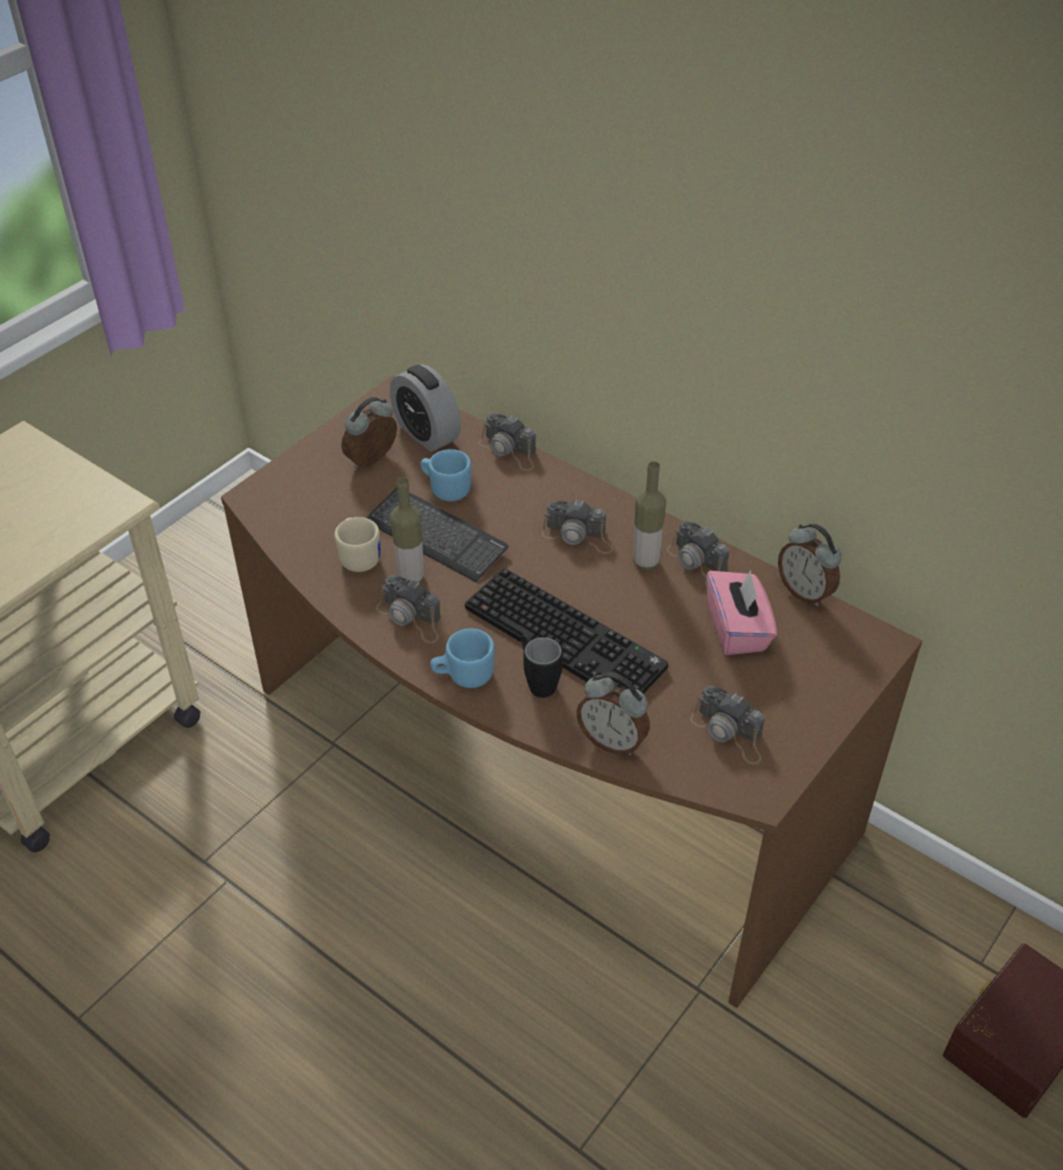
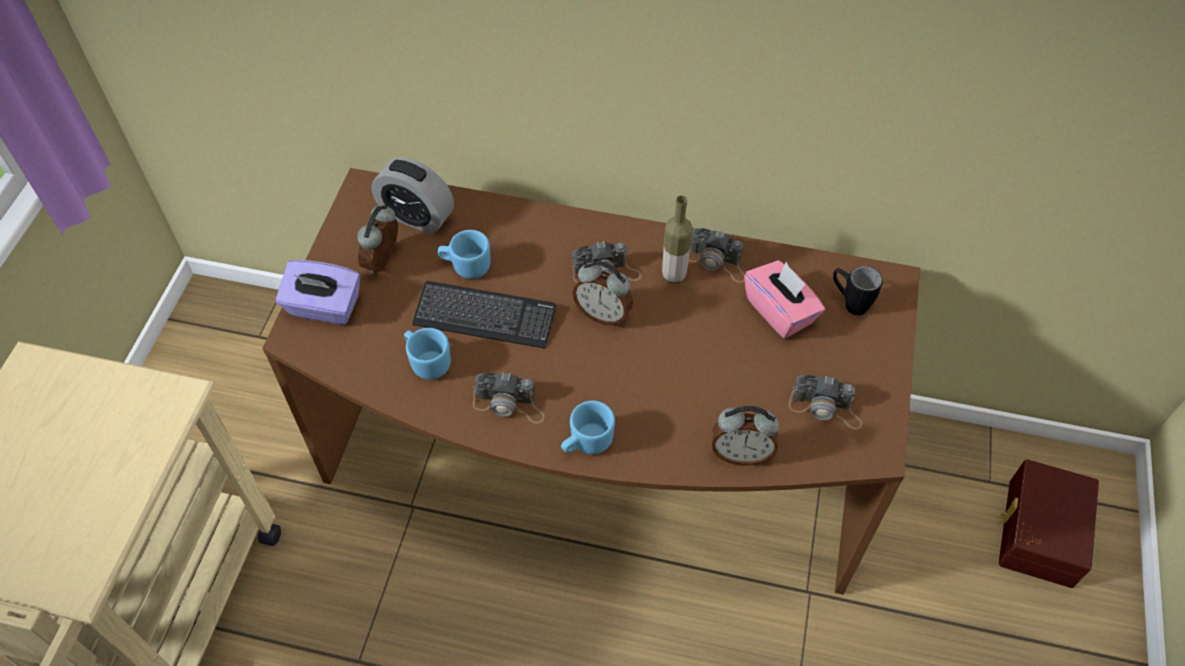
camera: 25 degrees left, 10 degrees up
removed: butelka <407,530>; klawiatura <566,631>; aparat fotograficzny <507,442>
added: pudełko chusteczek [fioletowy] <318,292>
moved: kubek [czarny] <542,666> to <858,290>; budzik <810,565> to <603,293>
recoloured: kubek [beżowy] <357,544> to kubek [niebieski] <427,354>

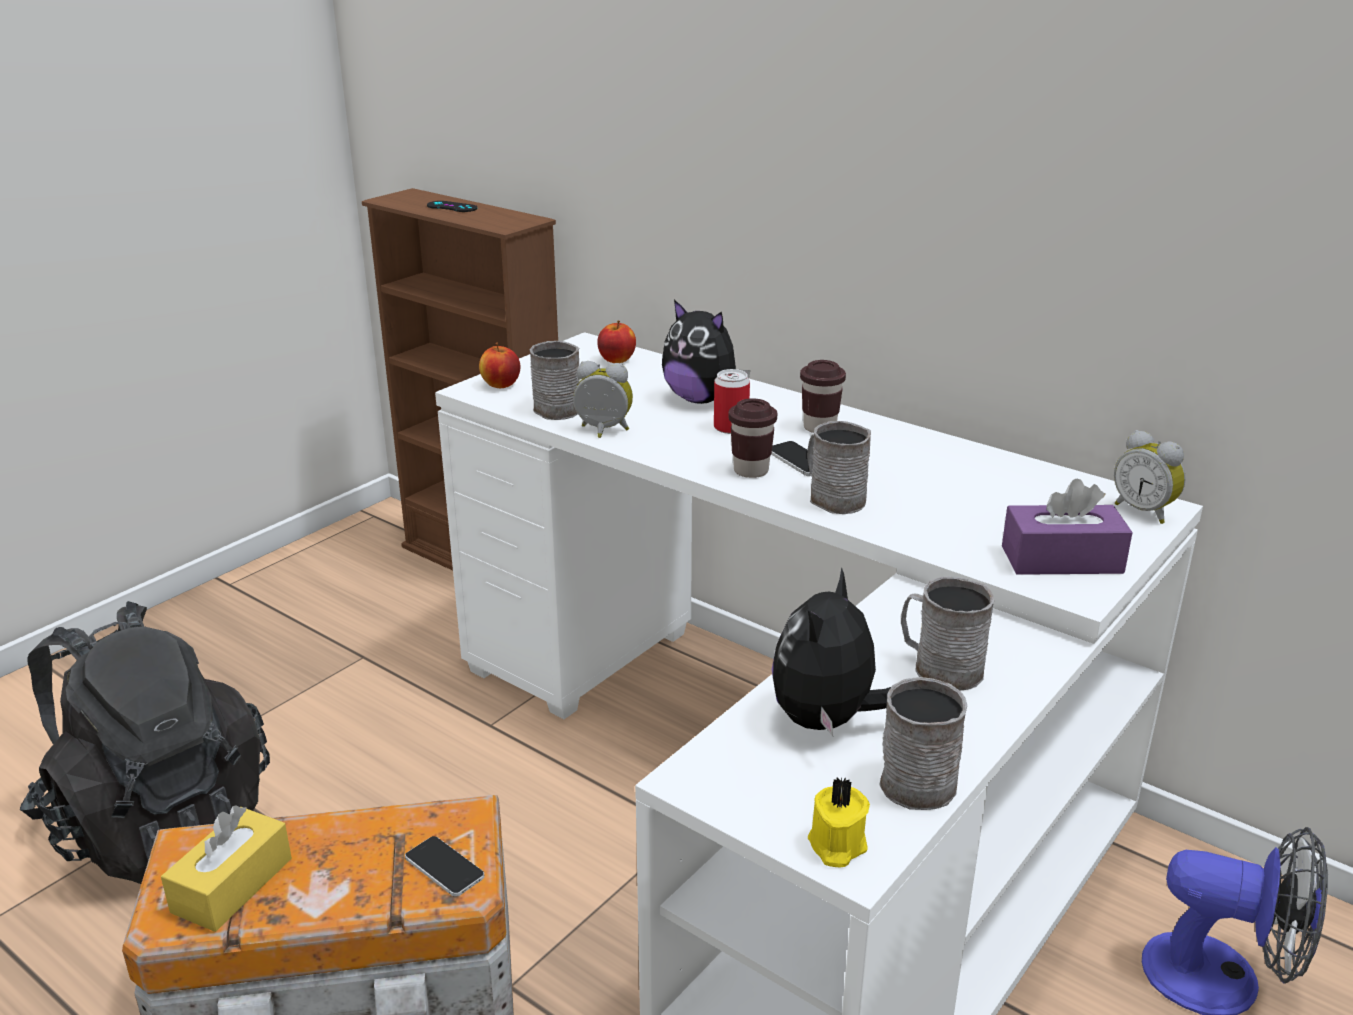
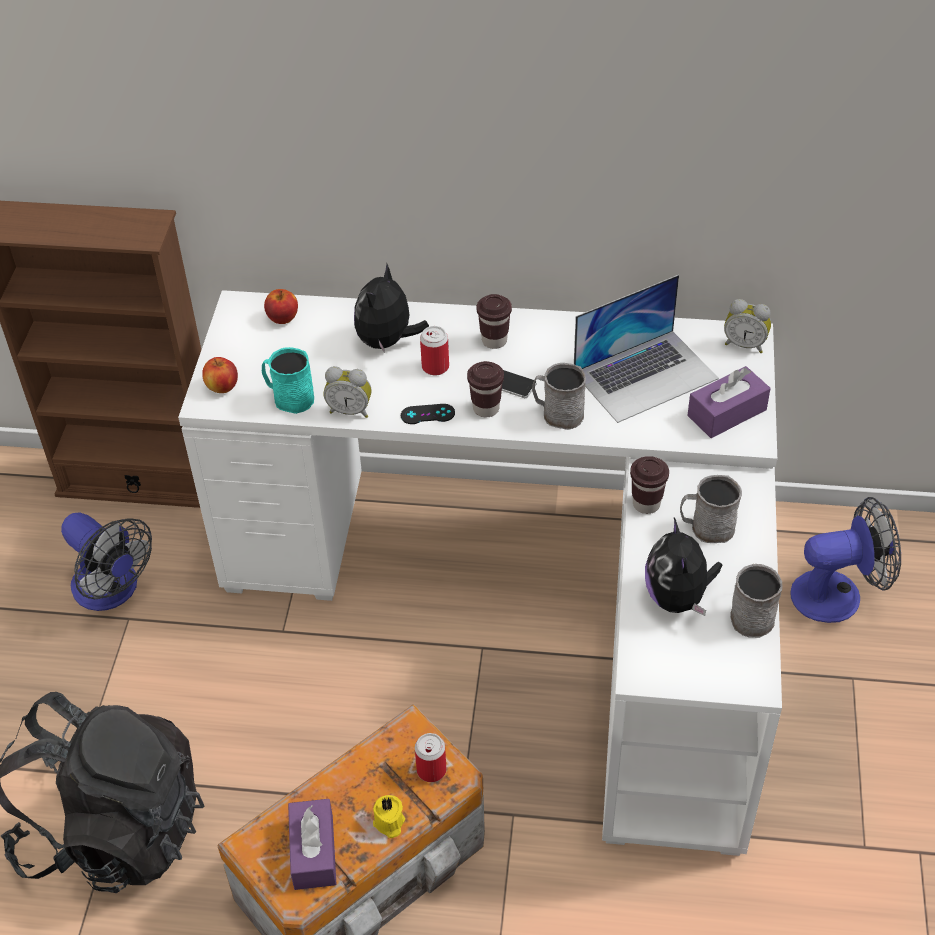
camera: 30 degrees left, 20 degrees up
added: wentylator <106,562>; laptop <646,349>; filiżanka [brązowy] <649,485>
moved: pad do gier [czarny] <452,206> to <428,414>; świeca [żółty] <839,822> to <389,816>
replaced: telefon <445,866> to puszka <431,757>
recoloured: pudełko chusteczek [żółty] <226,868> to pudełko chusteczek [fioletowy] <312,844>; kubek [szary] <554,380> to kubek [turkusowy] <288,380>
turned: budzik <603,399> = <347,392> 150 degrees counterclockwise; pluszak <706,351> = <391,308> 105 degrees clockwise

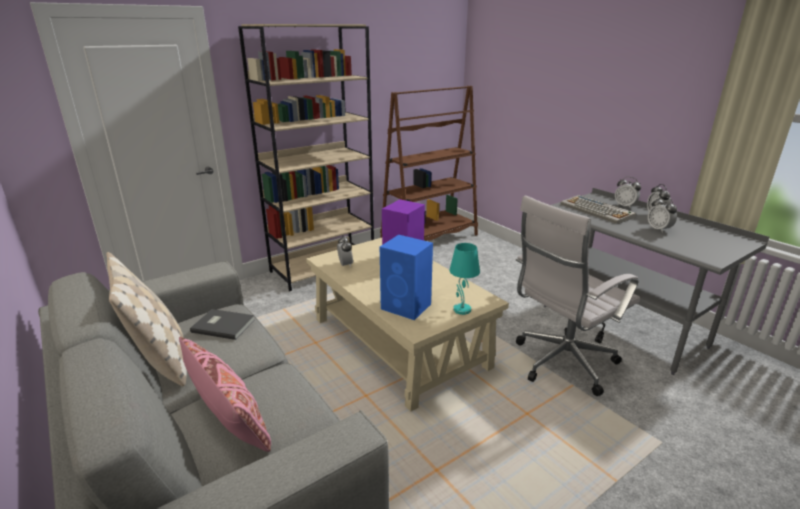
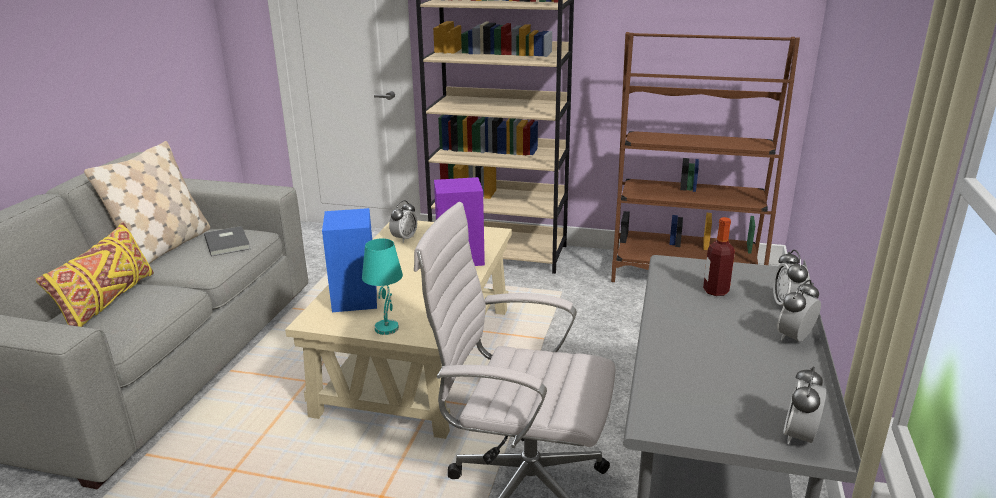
camera: 50 degrees right, 0 degrees up
moved: budzik <662,214> to <804,405>
replaced: klawiatura <598,209> to butelka <719,256>
recoloured: poduszka [różowy] <225,394> to poduszka [żółty] <95,274>

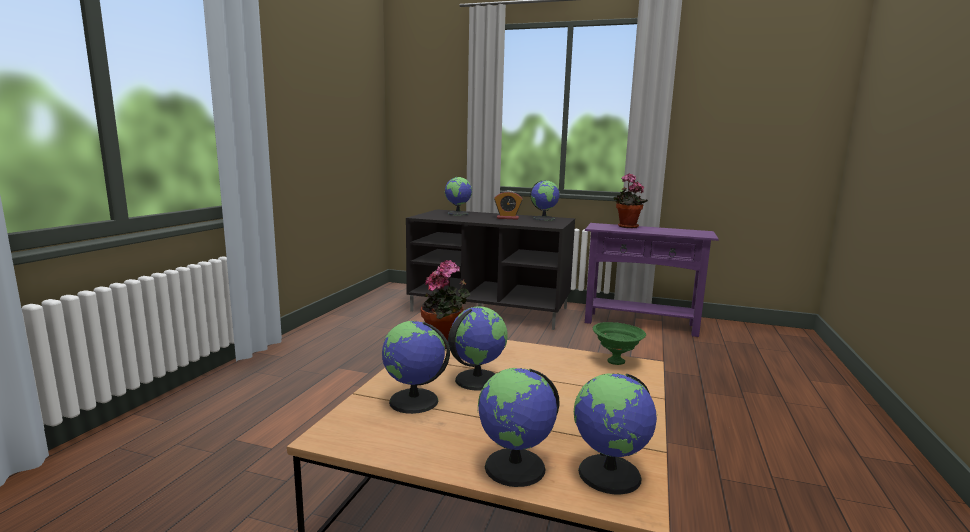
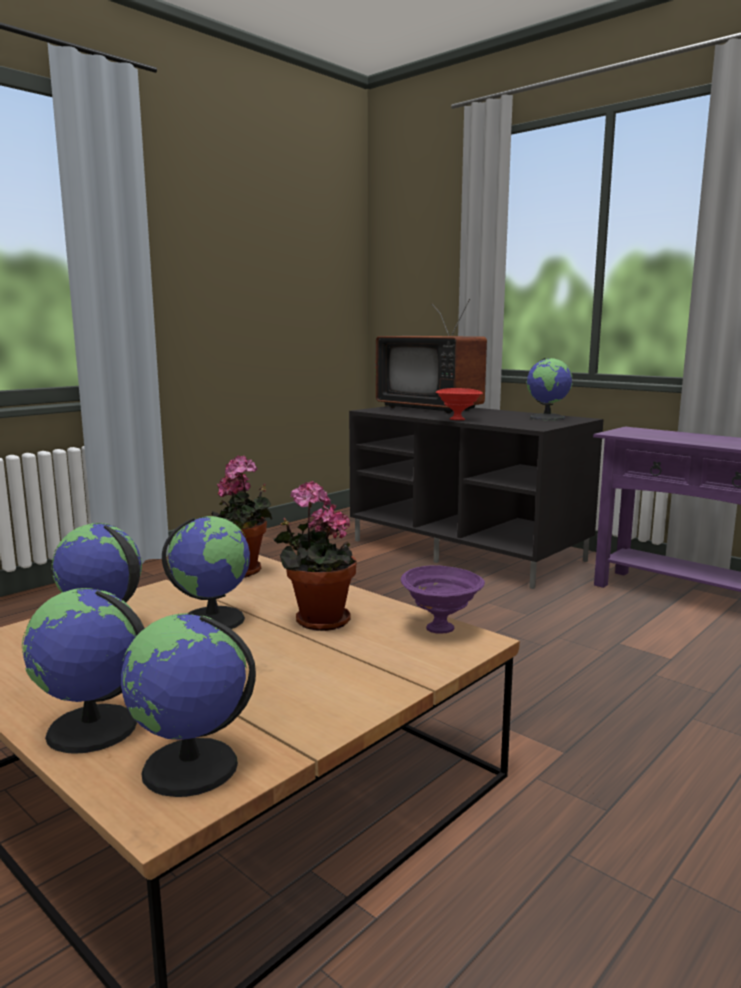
camera: 25 degrees right, 0 degrees up
removed: budzik <508,205>
added: miska [czerwony] <459,404>
moved: roślina doniczkowa <631,200> to <315,556>
replaced: globus <458,196> to telewizor <431,356>
recoloured: miska [zielony] <619,343> to miska [fioletowy] <443,599>

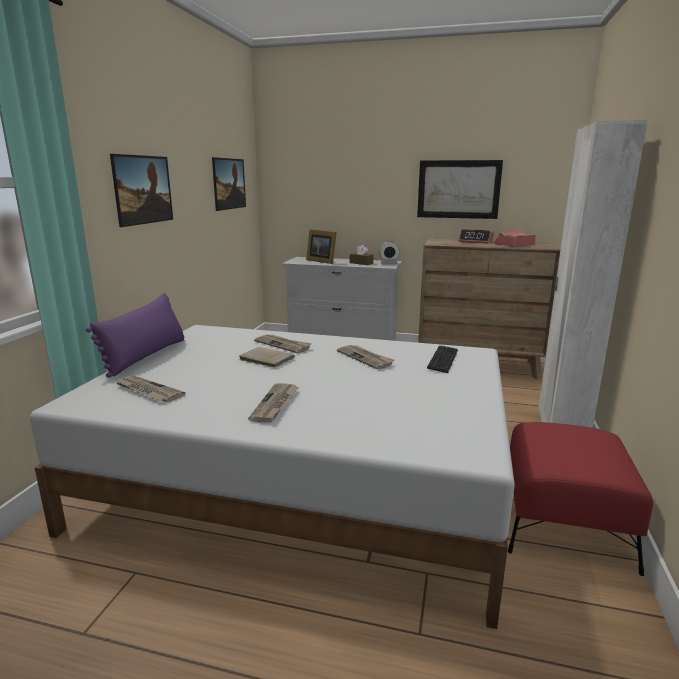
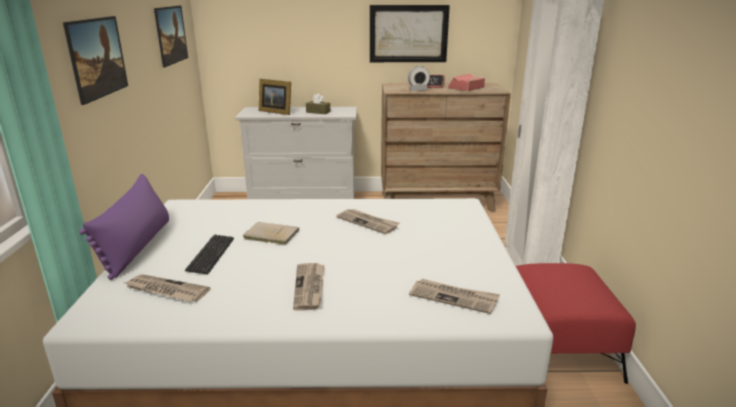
camera: 15 degrees left, 5 degrees up
moved: gazeta <283,343> to <454,296>; budzik <389,252> to <419,78>; klawiatura <442,359> to <209,254>

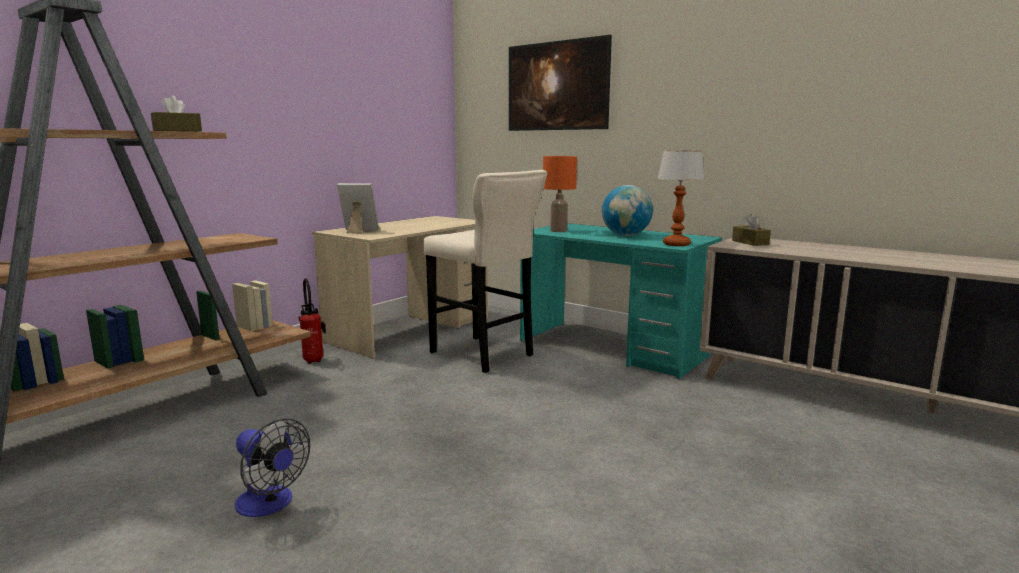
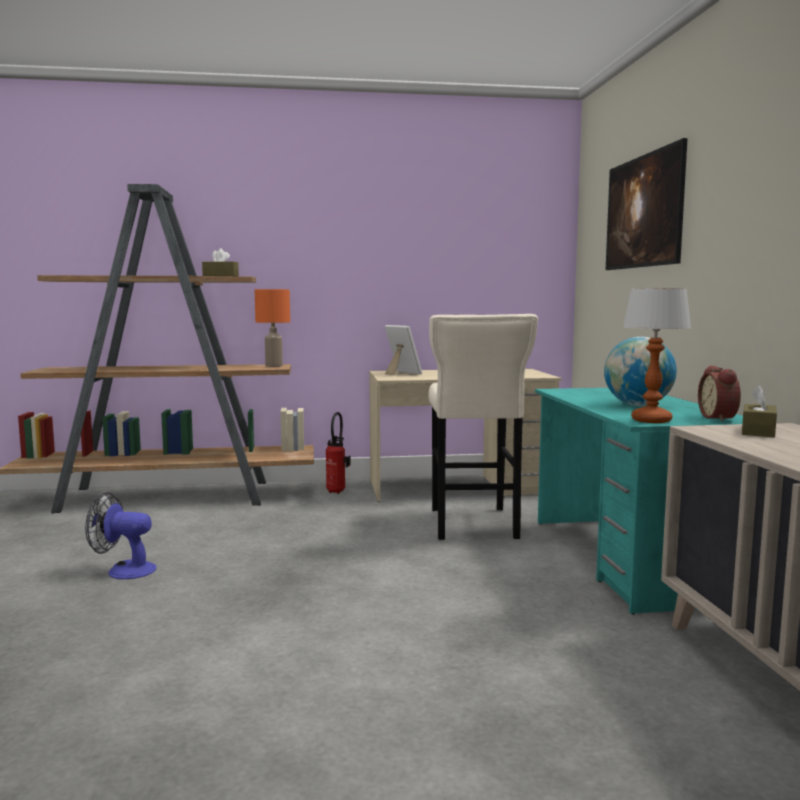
camera: 45 degrees right, 5 degrees down
added: budzik <719,393>
moved: lampa stołowa [pomarańczowy] <560,194> to <272,328>
turned: wentylator <272,467> = <121,535> 105 degrees clockwise

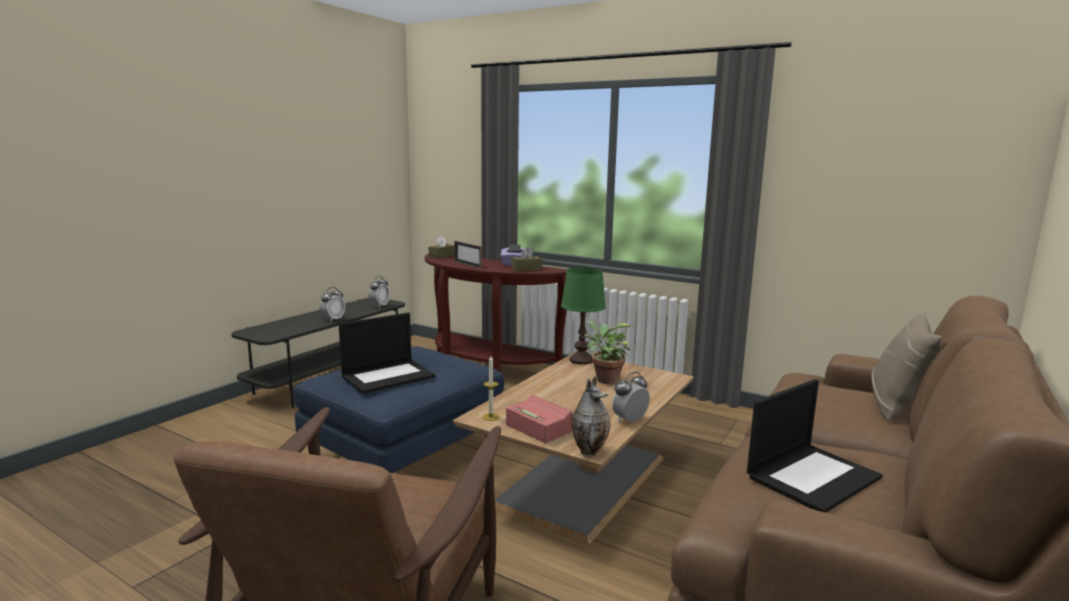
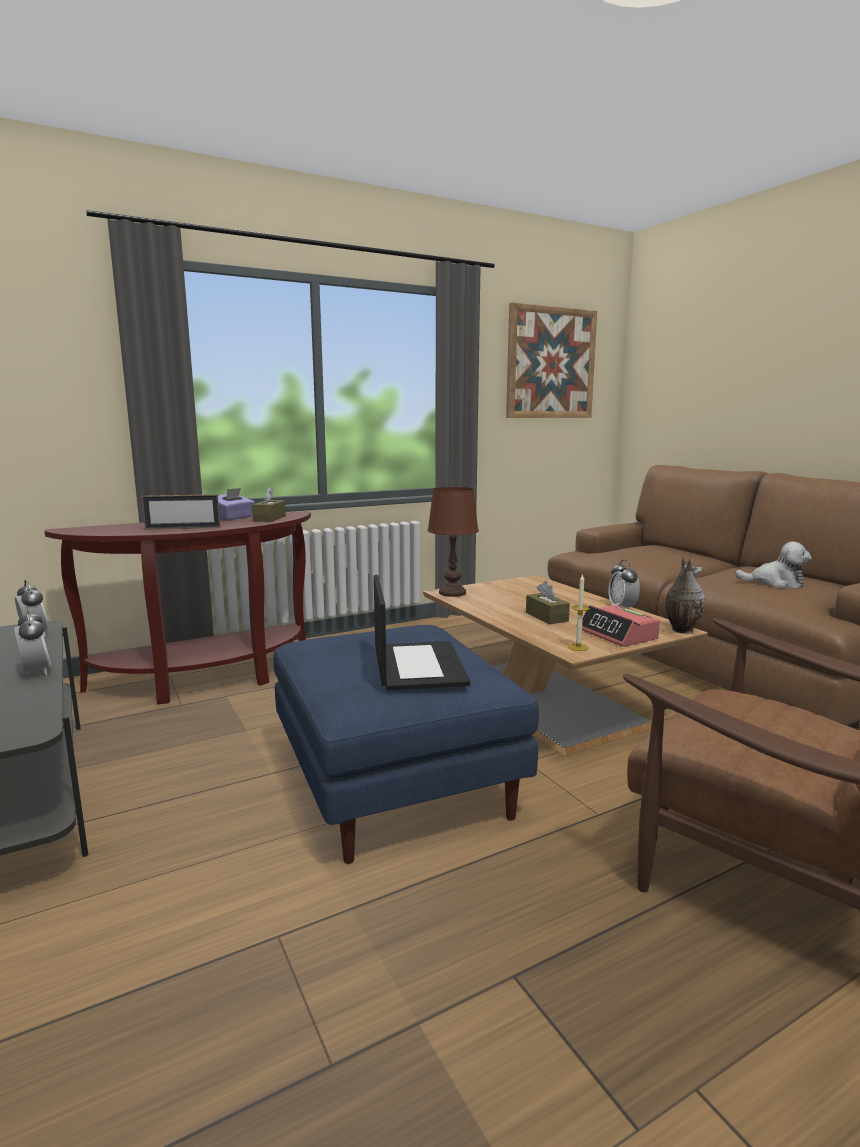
camera: 60 degrees left, 0 degrees up
removed: roślina doniczkowa <608,352>; poduszka [beżowy] <907,367>
added: obraz <551,360>
moved: pudełko chusteczek [brązowy] <441,247> to <548,602>
replaced: laptop <815,446> to pluszak <773,564>
recoloured: lampa stołowa [zielony] <583,316> to lampa stołowa [brązowy] <453,542>
turned: budzik <539,418> = <621,626> 105 degrees counterclockwise

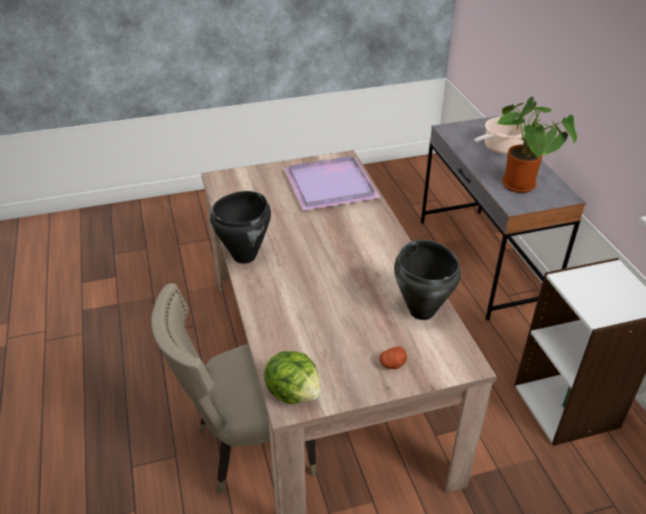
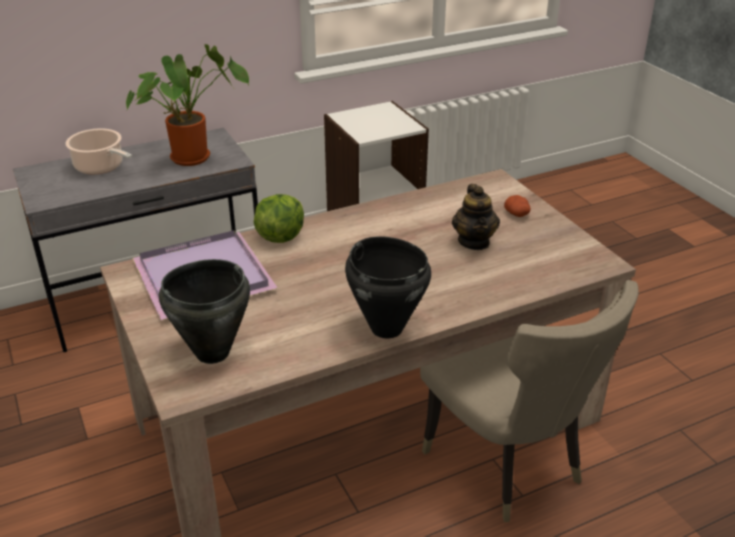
camera: 100 degrees left, 5 degrees down
added: imbryk <476,217>
moved: sałata <292,377> to <279,218>; garnek [czarny] <427,280> to <204,311>

